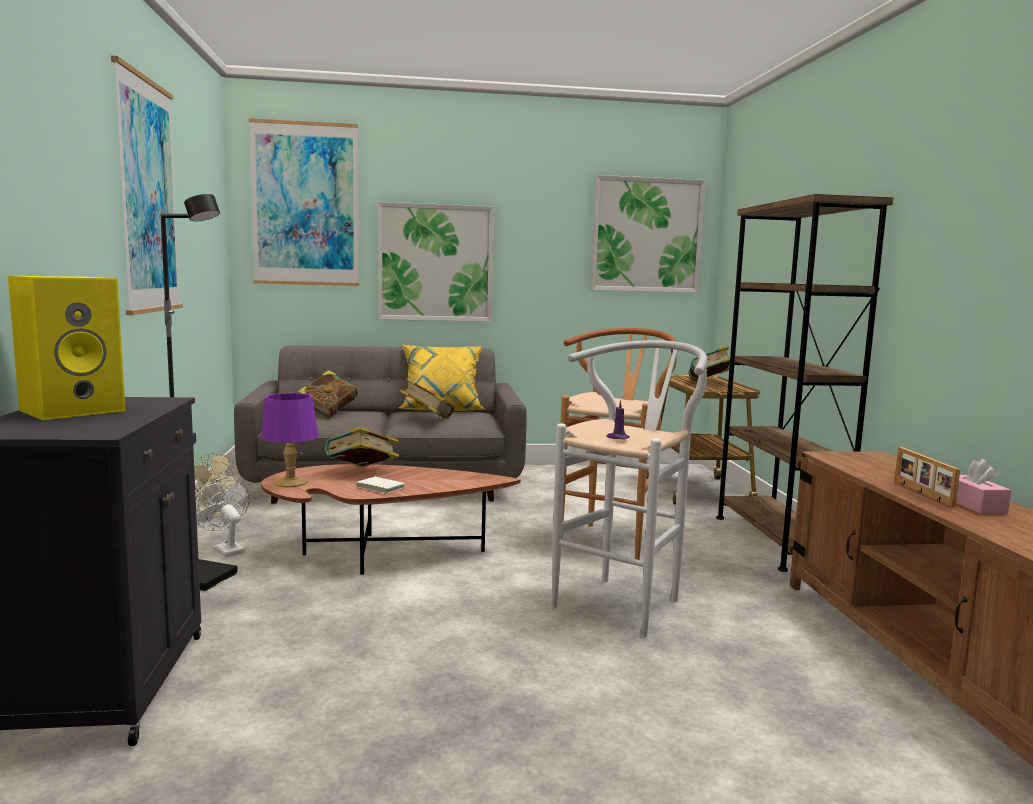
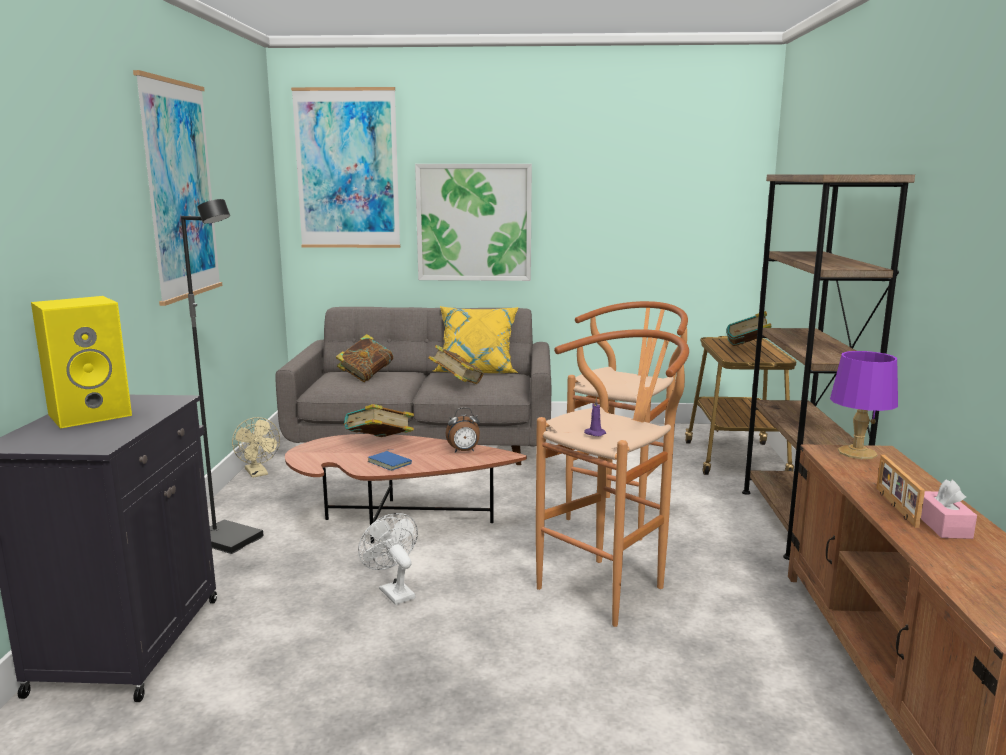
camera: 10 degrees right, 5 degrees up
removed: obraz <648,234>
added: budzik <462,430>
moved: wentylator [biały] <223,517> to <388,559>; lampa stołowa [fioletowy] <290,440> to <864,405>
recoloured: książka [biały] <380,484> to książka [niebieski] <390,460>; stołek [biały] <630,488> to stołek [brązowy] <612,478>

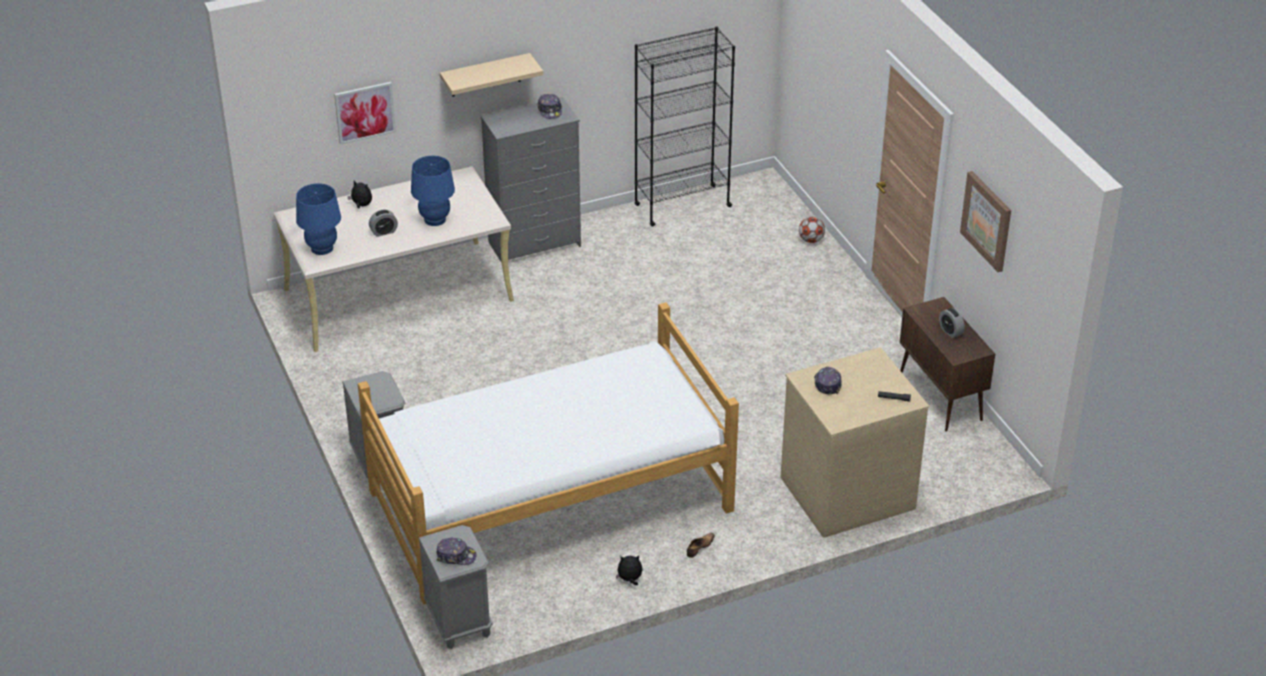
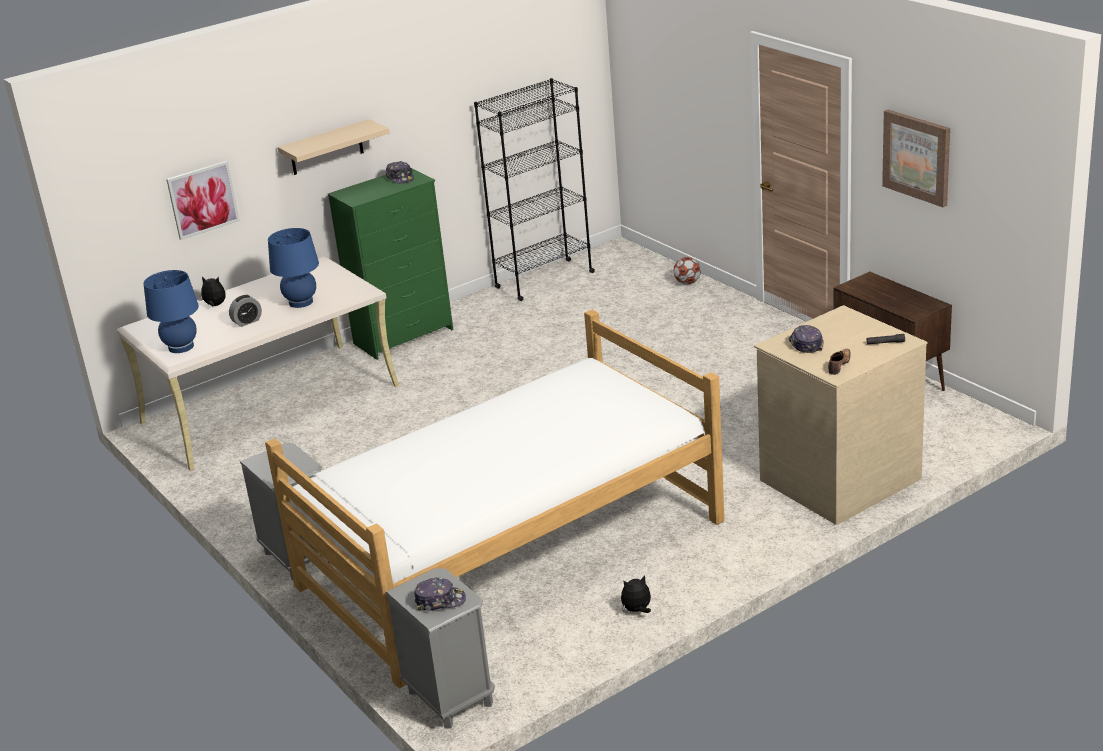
camera: 10 degrees left, 10 degrees down
removed: budzik <952,323>
moved: but <701,545> to <839,362>
recoloured: komoda [szary] <531,179> to komoda [zielony] <390,264>

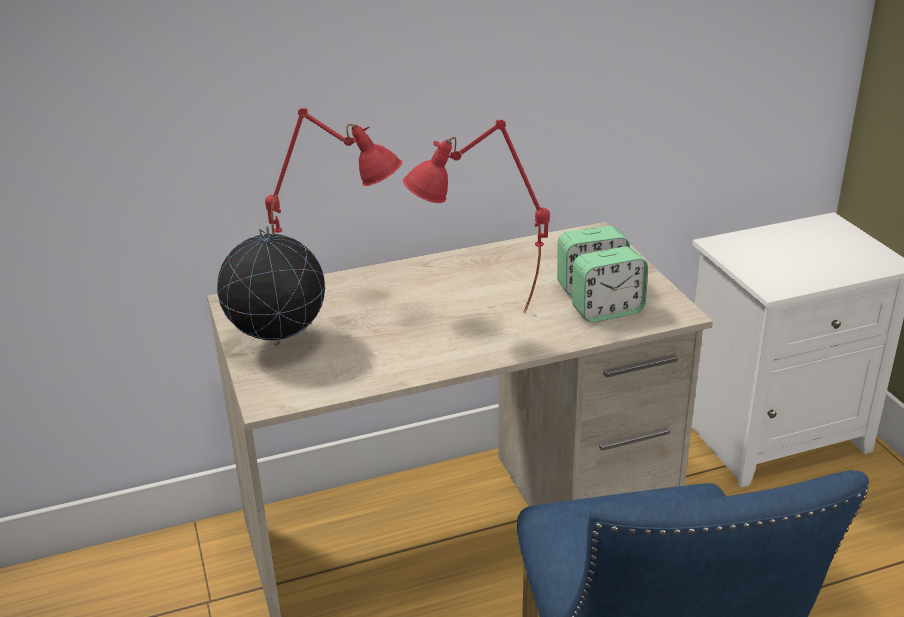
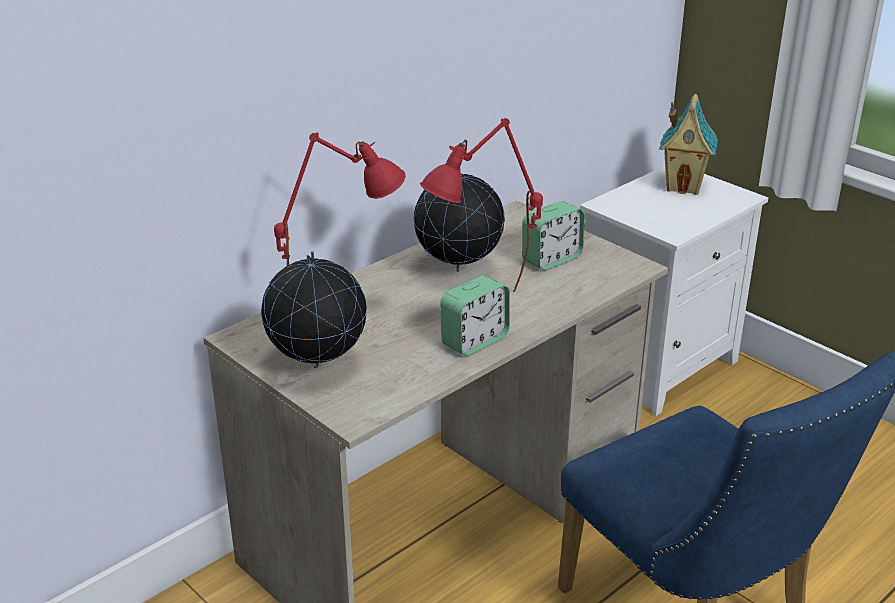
camera: 25 degrees left, 0 degrees up
added: globus <459,219>; domek <688,144>
moved: budzik <610,284> to <475,316>

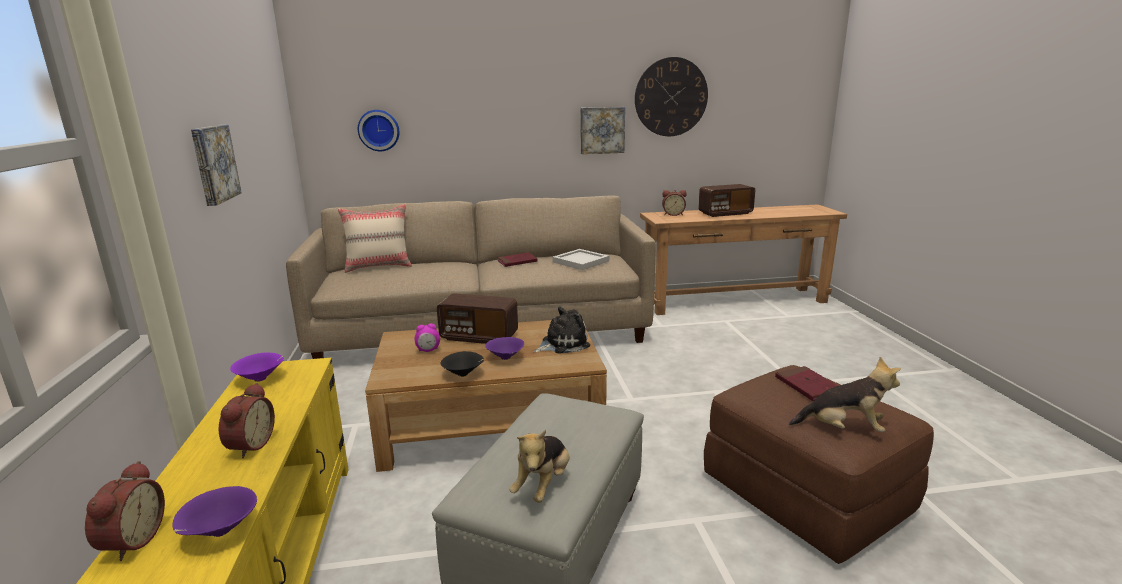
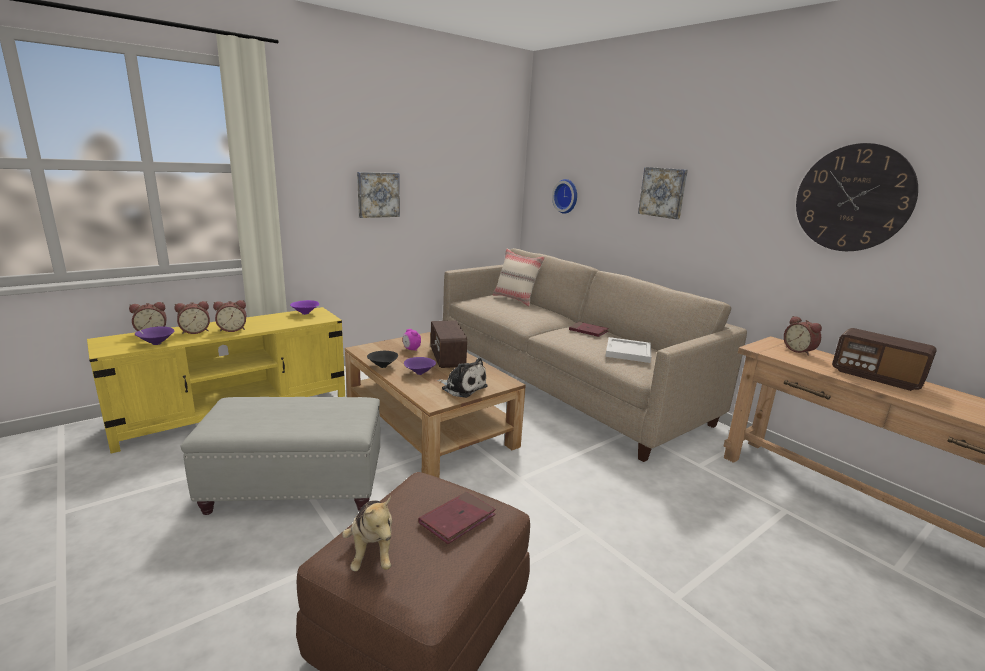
camera: 60 degrees right, 0 degrees up
removed: pluszak <539,466>
added: budzik <192,317>
moved: obraz <603,130> to <663,193>

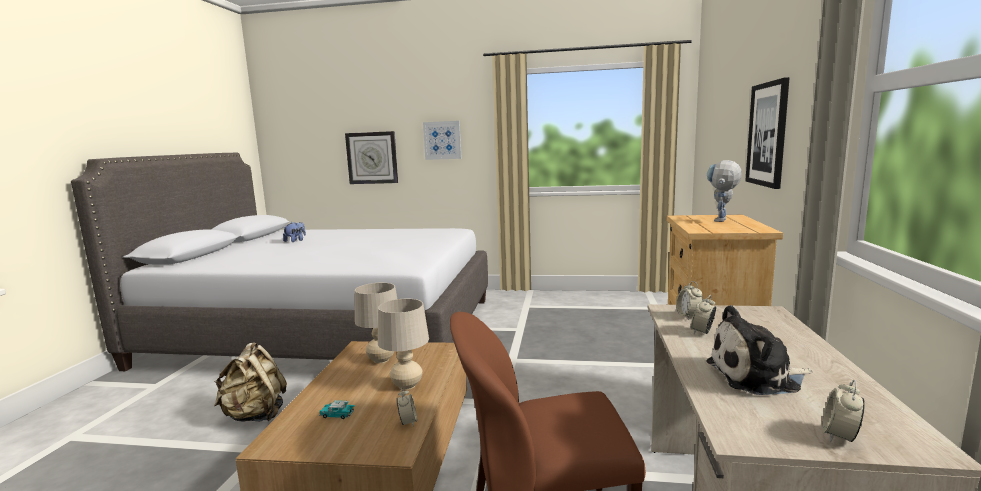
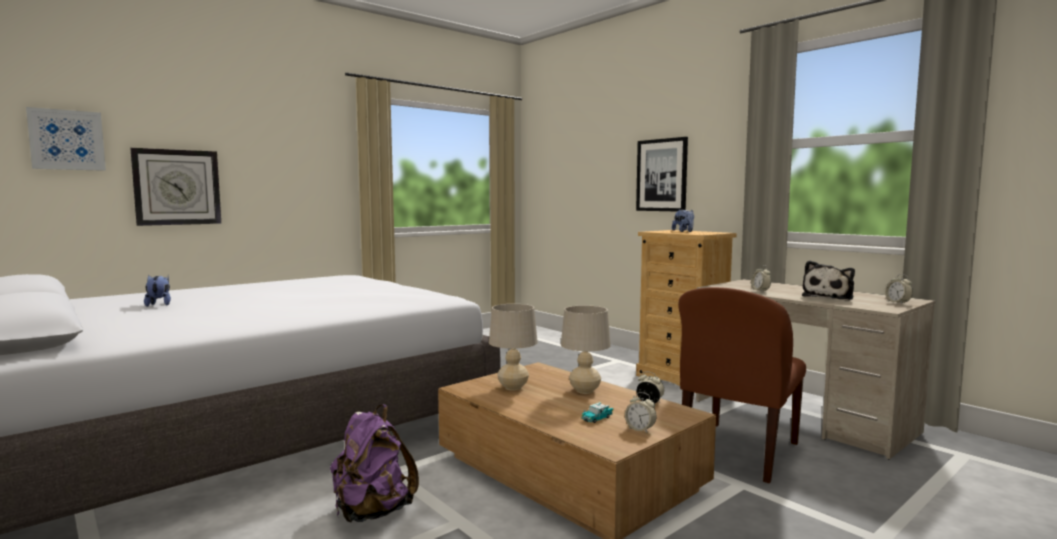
camera: 50 degrees left, 5 degrees down
moved: obraz <442,140> to <66,139>; budzik <690,300> to <640,412>
replaced: robot zabawkowy <724,191> to pluszak <683,220>
recoloured: plecak [beżowy] <250,382> to plecak [fioletowy] <374,463>

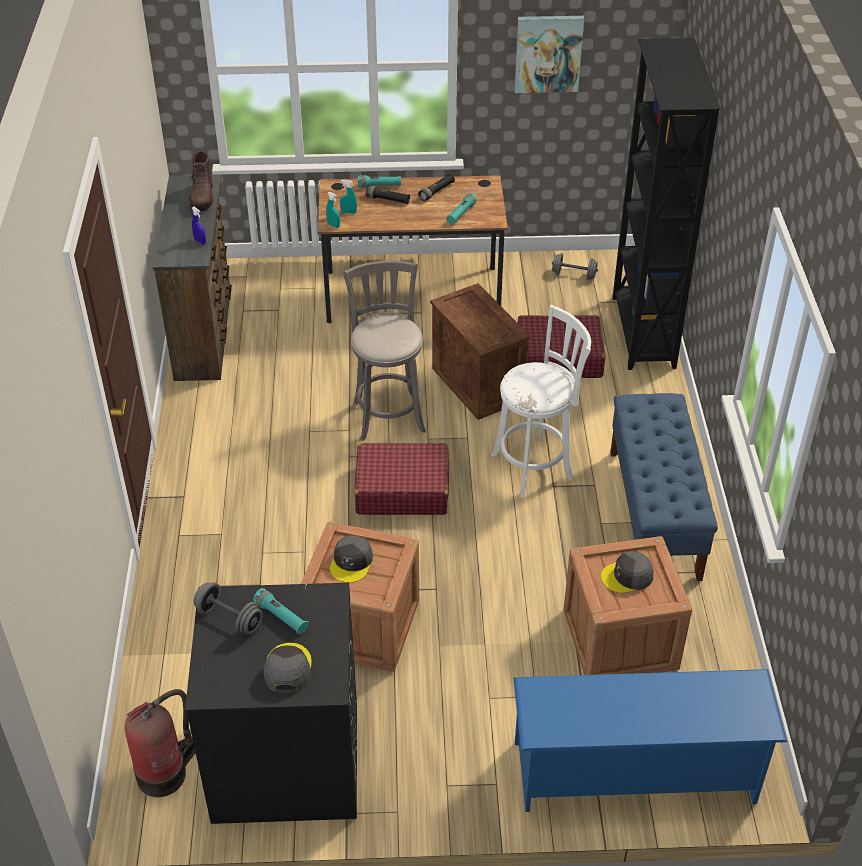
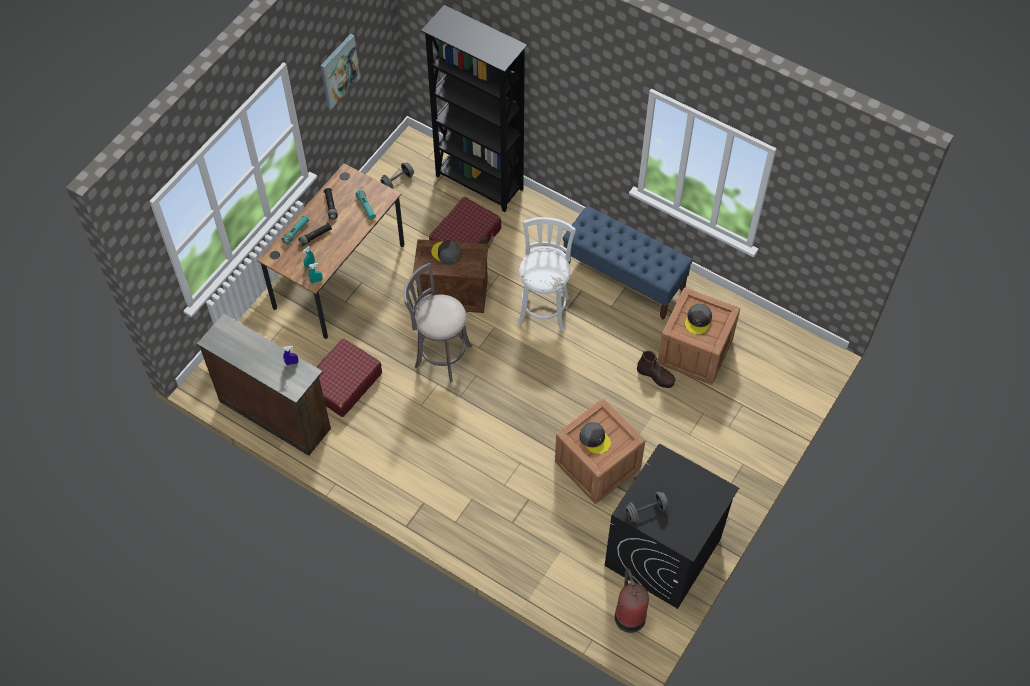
camera: 55 degrees left, 15 degrees up
removed: latarka [turkusowy] <281,611>; regał na buty [niebieski] <650,740>
moved: but z cholewką [brązowy] <201,181> to <656,369>; czapka z daszkiem [szary] <288,668> to <446,252>; walizka [czerwony] <402,479> to <349,377>

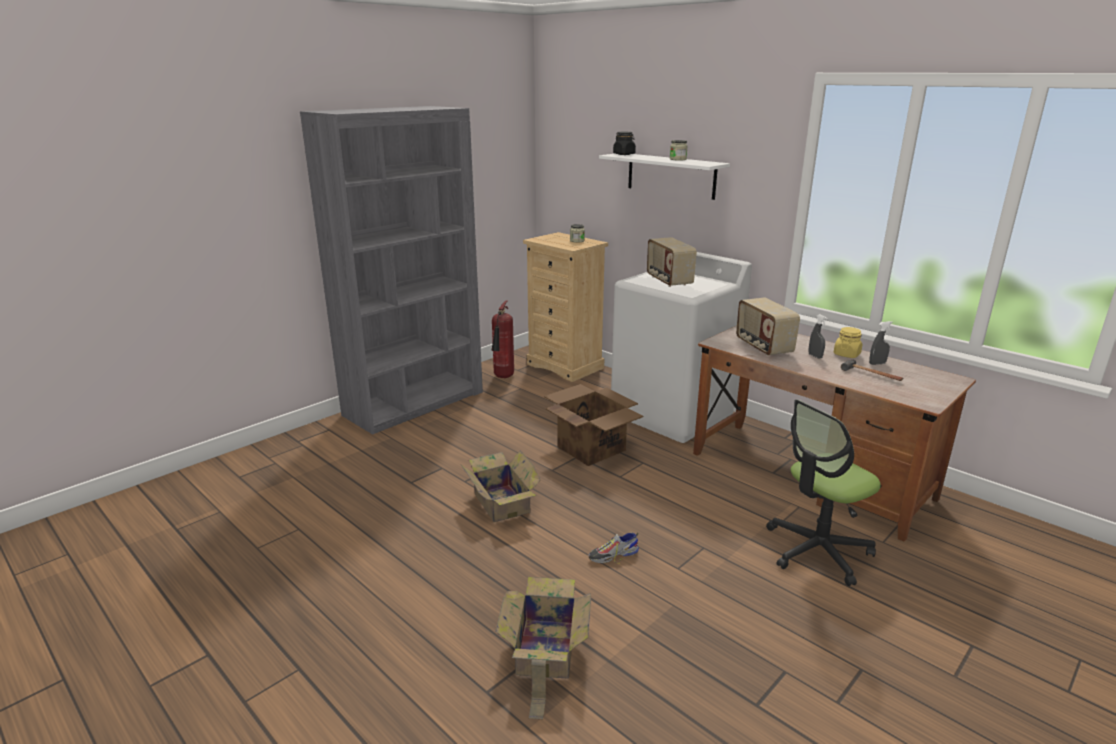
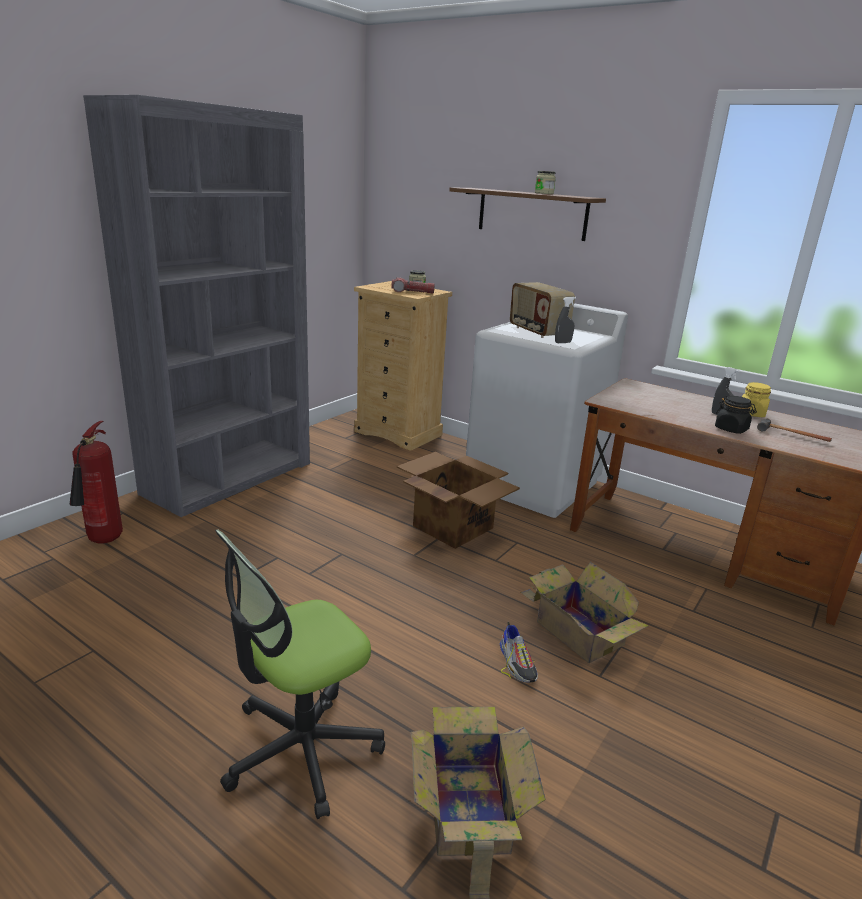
camera: 10 degrees left, 0 degrees up
removed: radio <768,326>
added: latarka <413,286>
moved: karton <500,486> to <584,612>; gaśnica <503,339> to <96,482>; słoik [czarny] <624,143> to <736,415>; krzesło biurowe <823,493> to <300,674>; spryskiwacz [szary] <881,343> to <565,320>
recoloured: półka [biały] <664,177> to półka [brązowy] <527,214>
turned: but <614,548> = <519,652> 75 degrees counterclockwise

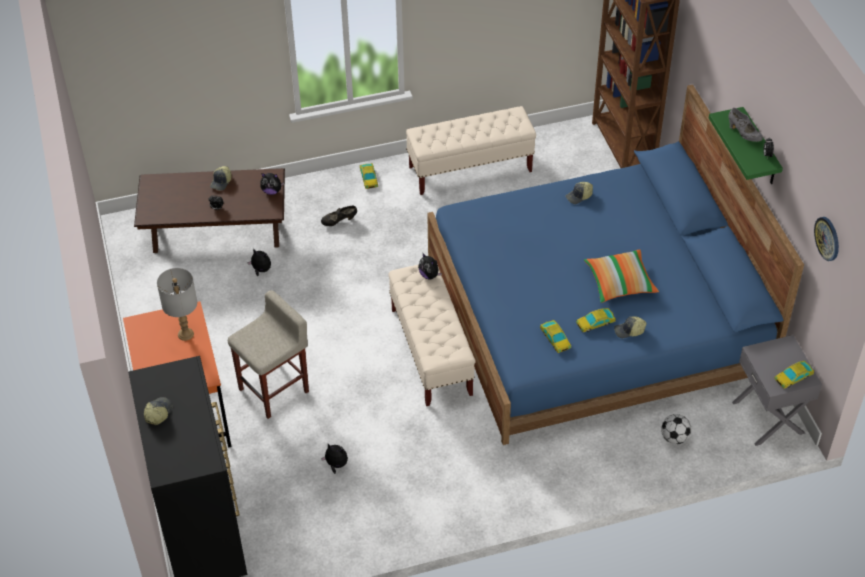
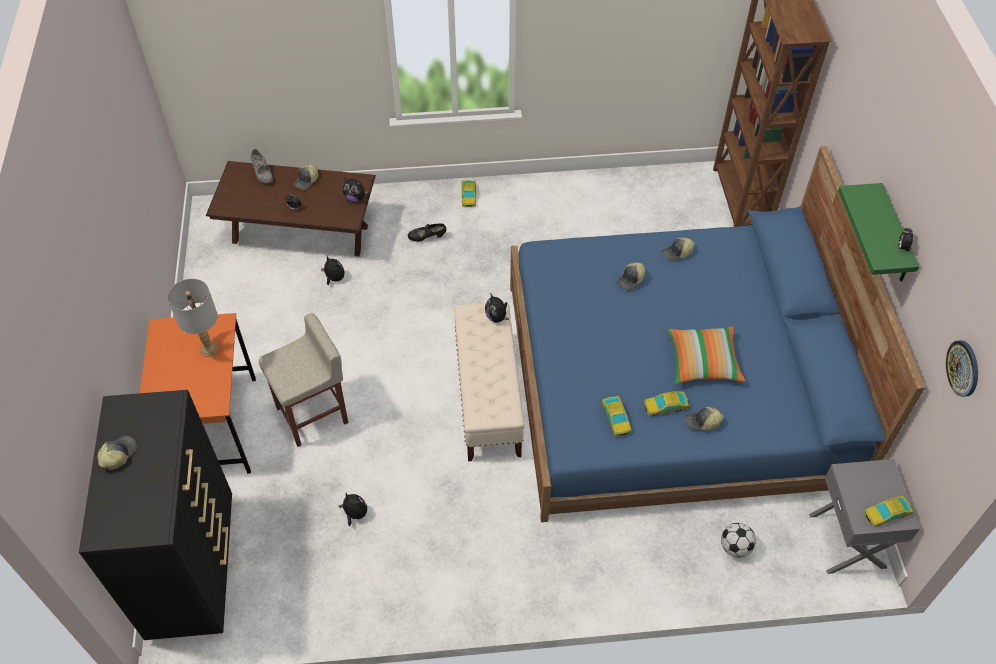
camera: 10 degrees right, 5 degrees up
removed: ławka [beżowy] <471,150>
added: czapka z daszkiem <631,276>
moved: but [szary] <745,125> to <262,166>

